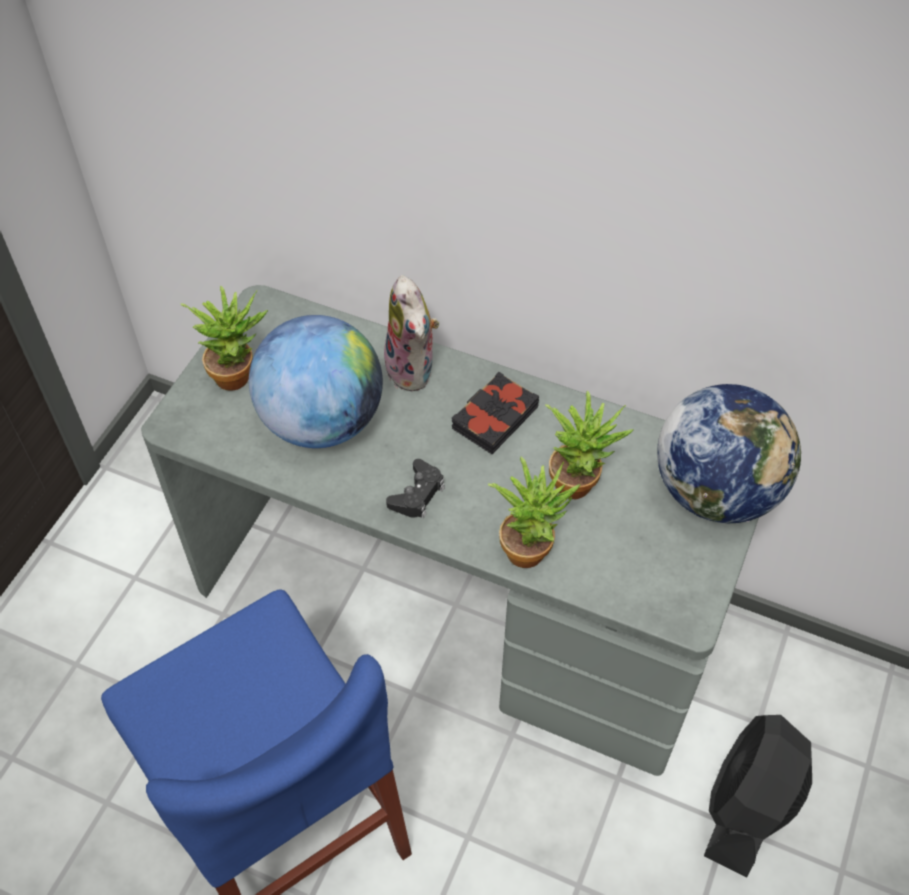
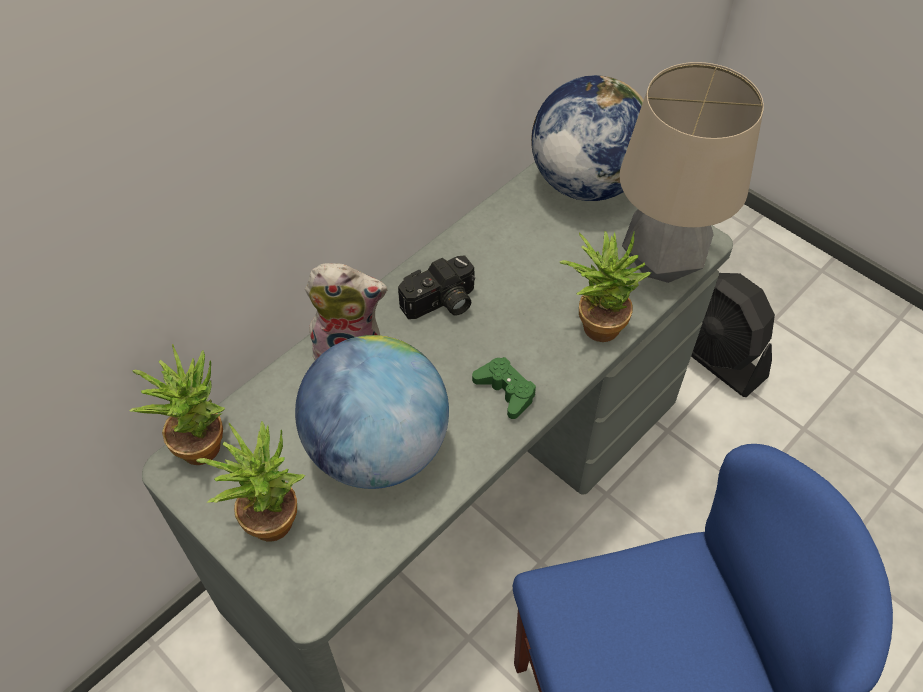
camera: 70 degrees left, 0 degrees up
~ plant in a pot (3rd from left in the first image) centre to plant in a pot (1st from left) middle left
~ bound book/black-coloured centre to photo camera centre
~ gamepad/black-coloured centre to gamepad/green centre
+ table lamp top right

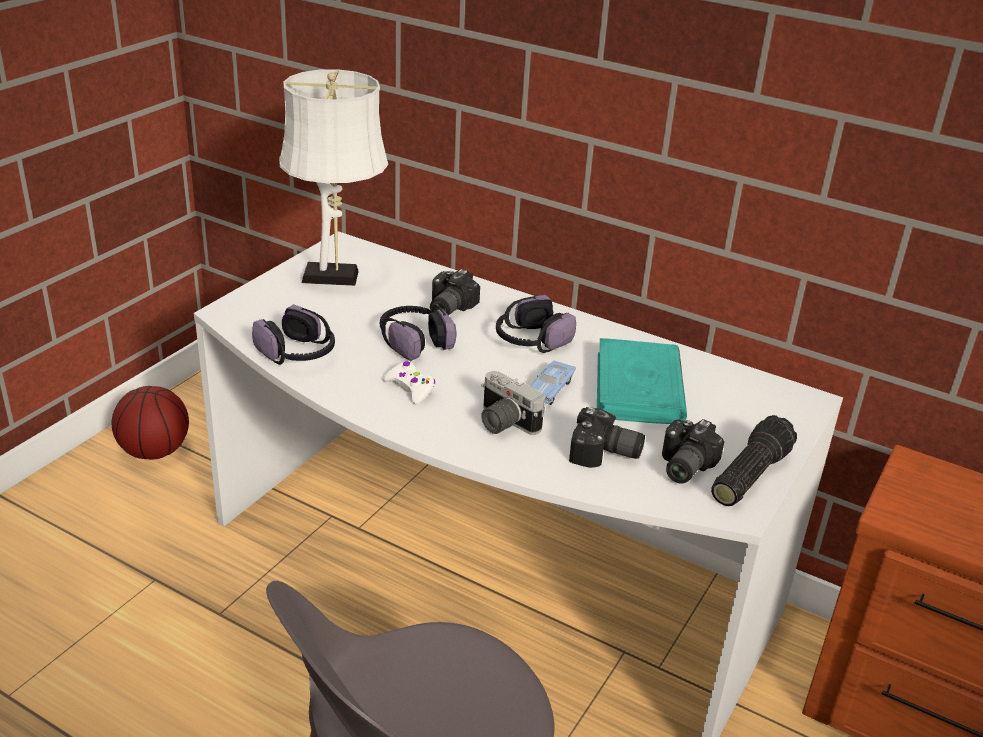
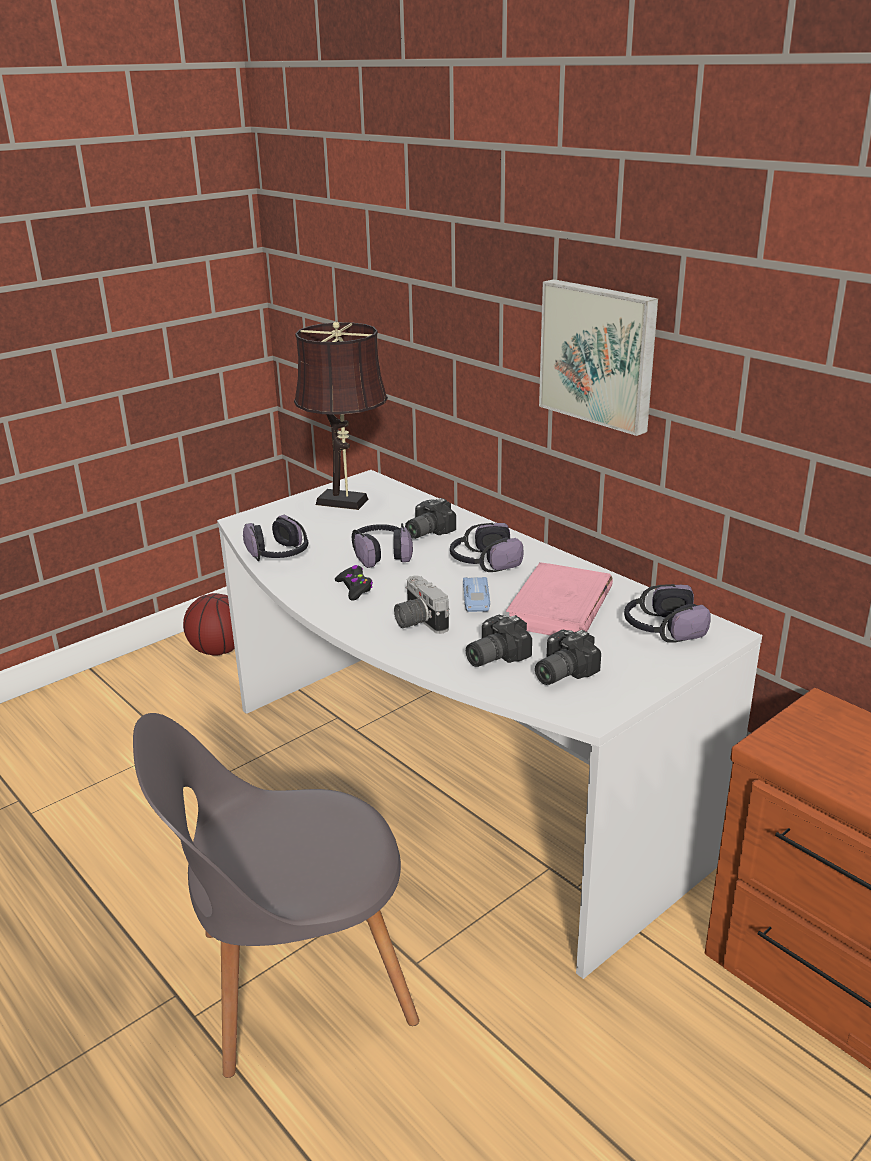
camera: 20 degrees right, 5 degrees down
~ table lamp/white top centre to table lamp/brownish centre
~ gamepad/white centre to gamepad/black-coloured centre
~ model car/blue centre = centre 135 degrees clockwise
~ photo camera (3rd from left) centre = centre 105 degrees clockwise
~ bound book/turquoise centre to bound book/pink-coloured centre
+ wall art top right
+ headphones (4th from left) middle right
- hand torch middle right

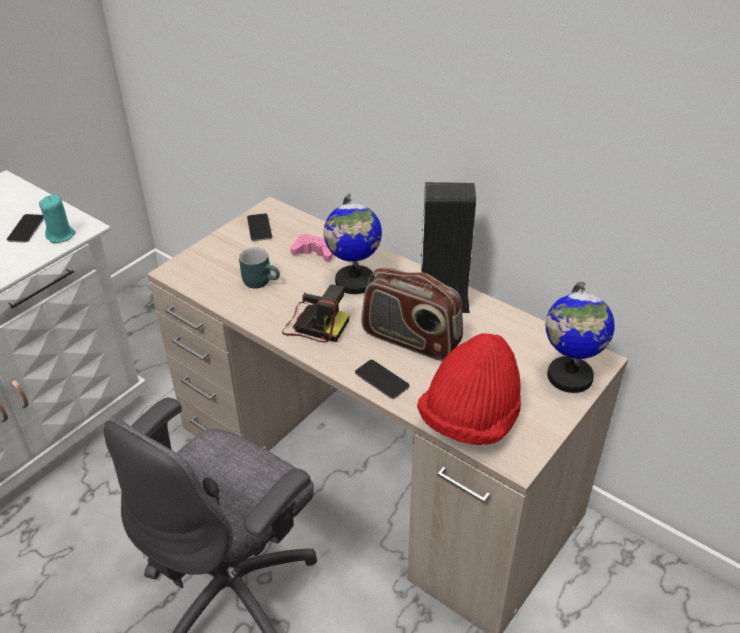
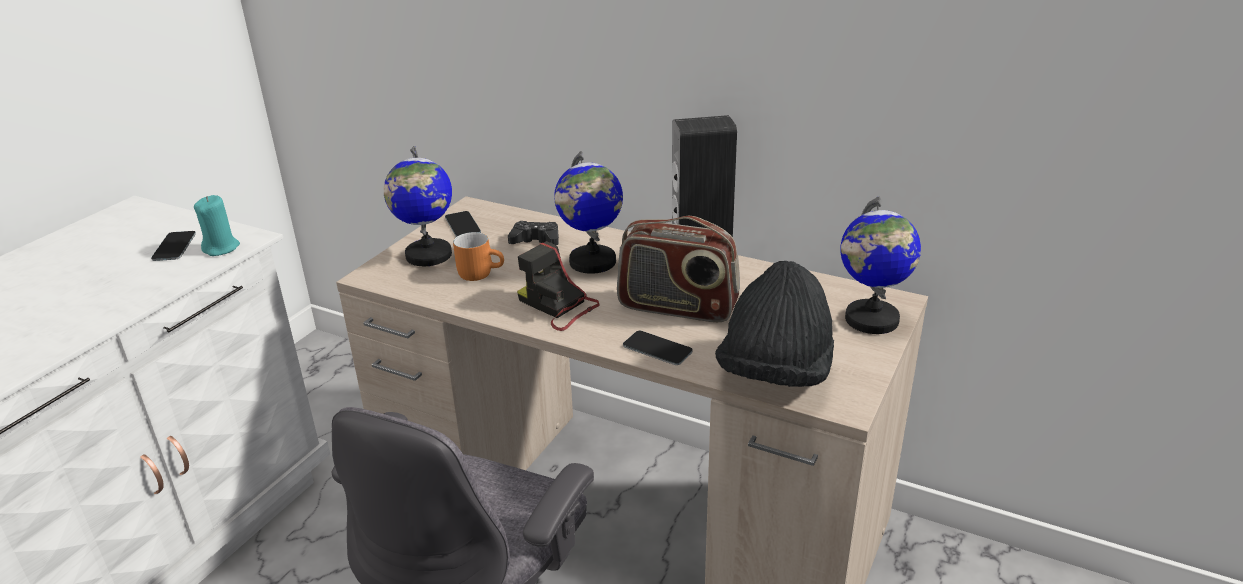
camera: 10 degrees left, 10 degrees down
+ desk globe (1st from left) centre
~ mug/turquoise centre to mug/orange-coloured centre
~ gamepad/pink-coloured centre to gamepad/black-coloured centre
~ photo camera centre = centre 150 degrees counterclockwise
~ wearable hat/red-coloured centre to wearable hat/black-coloured centre

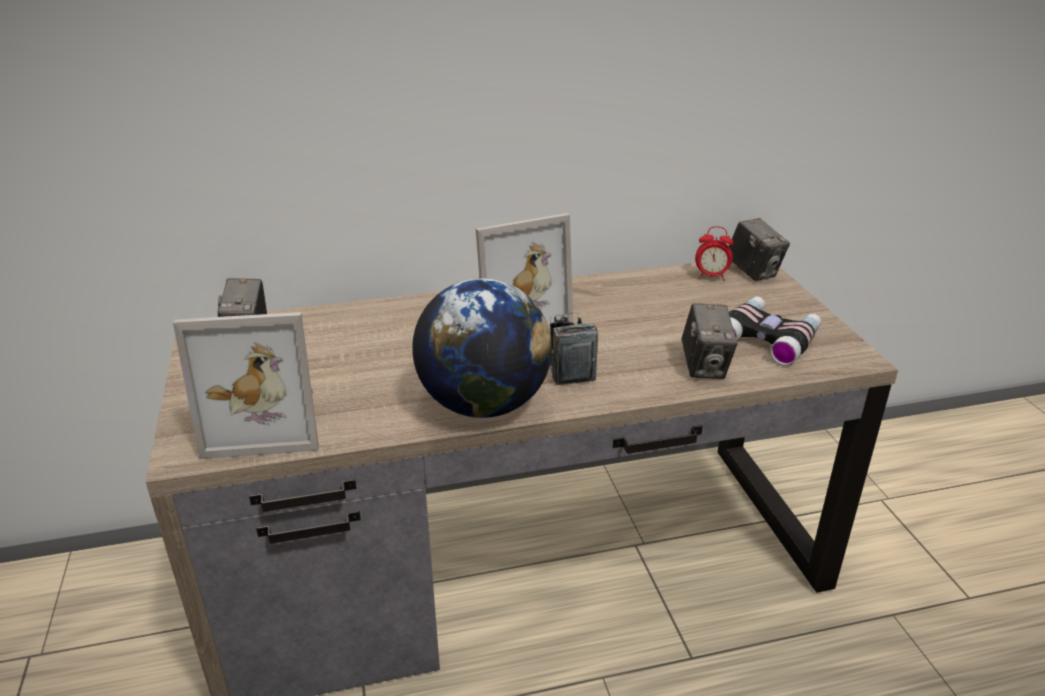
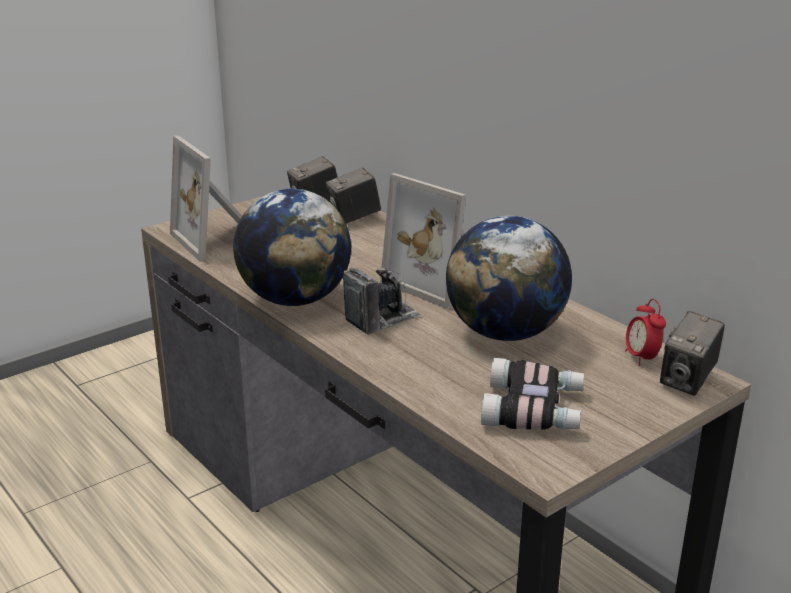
camera: 65 degrees right, 5 degrees down
~ photo camera (3rd from left in the first image) middle right to photo camera (2nd from left) top centre
+ desk globe (2nd from left) centre

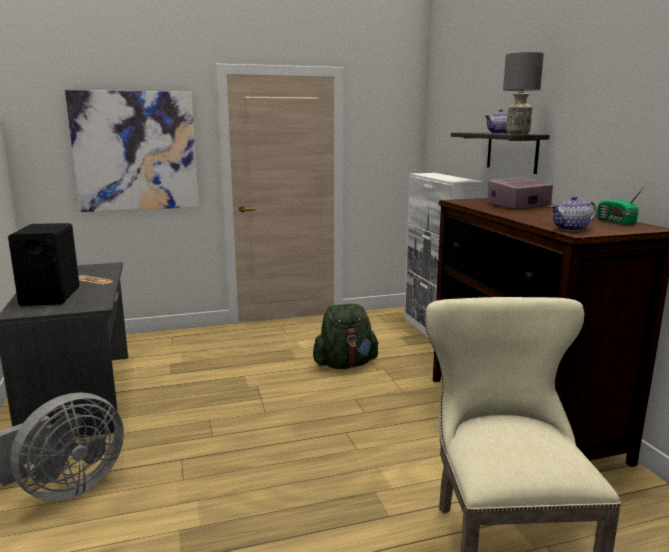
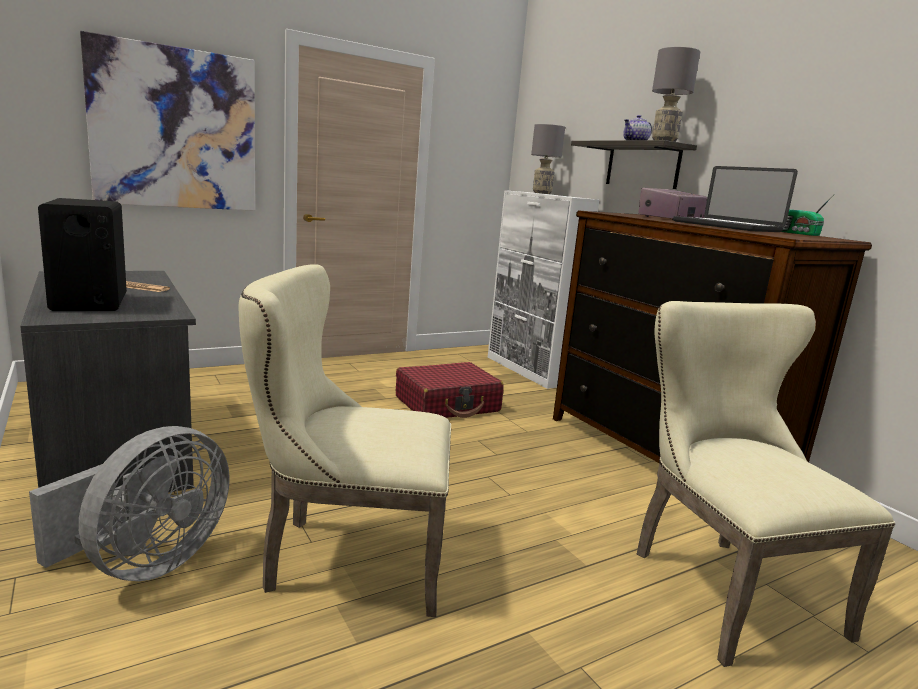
camera: 15 degrees left, 0 degrees up
+ plain chair/beige-coloured (1st from left) centre
~ backpack/green centre to piece of luggage/red-coloured centre
+ table lamp/greyish (1st from left) top centre
+ laptop top right
- teapot (2nd from left) middle right

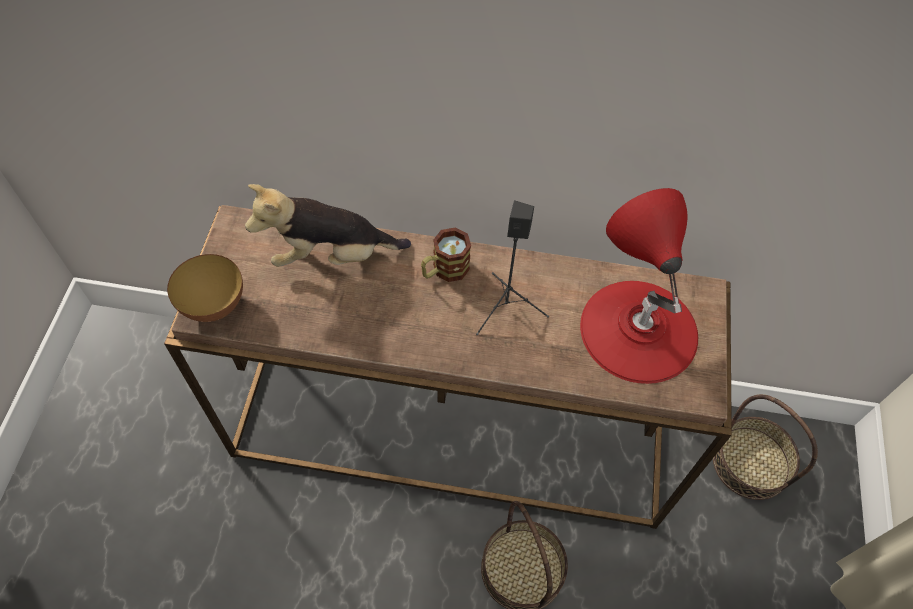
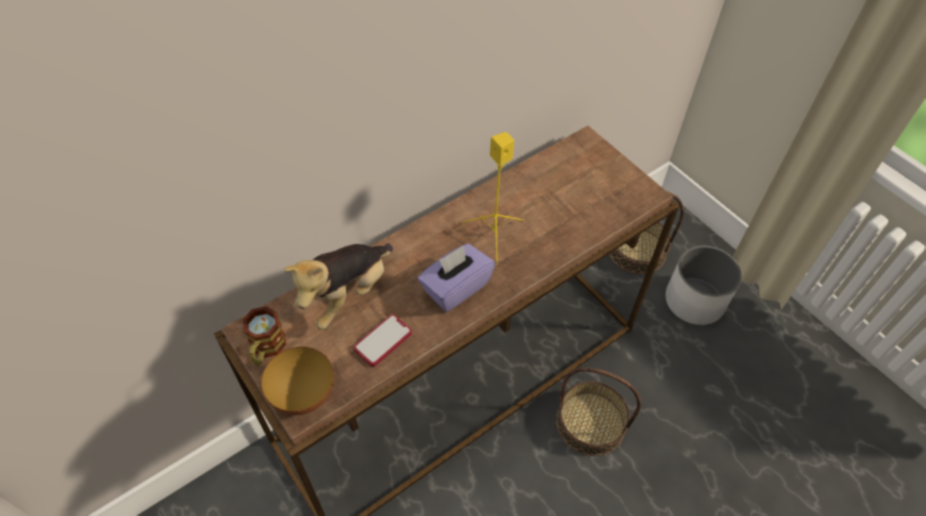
camera: 45 degrees left, 5 degrees down
~ mug centre to middle left
+ handset centre
+ tissue holder/purplish centre
~ loudspeaker/black-coloured centre to loudspeaker/yellow-coloured centre
+ flower pot/white middle right
- table lamp/red-coloured middle right

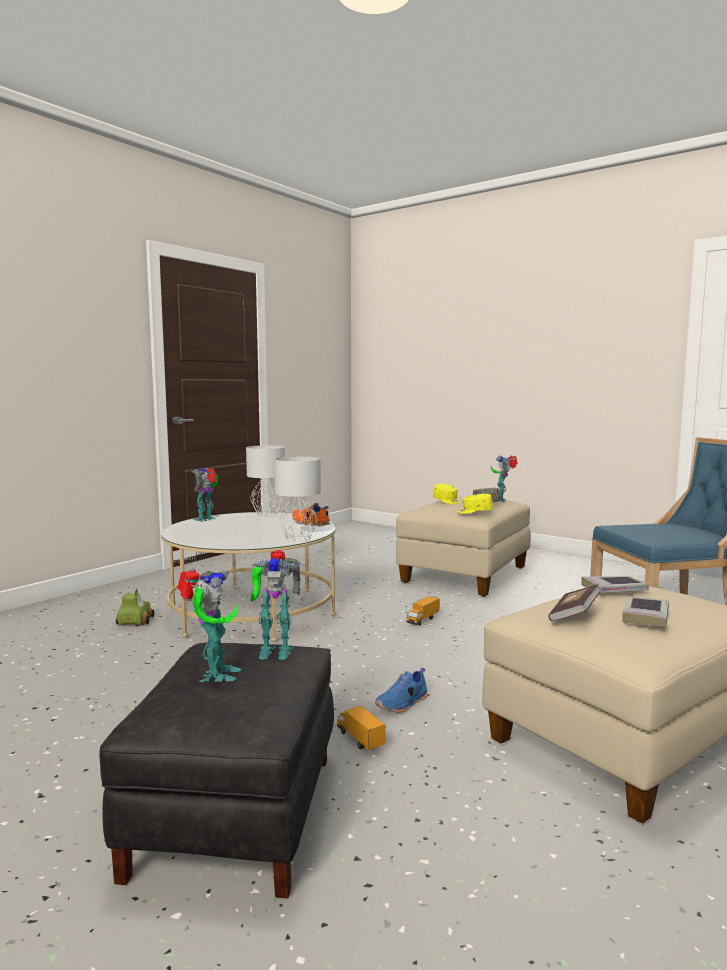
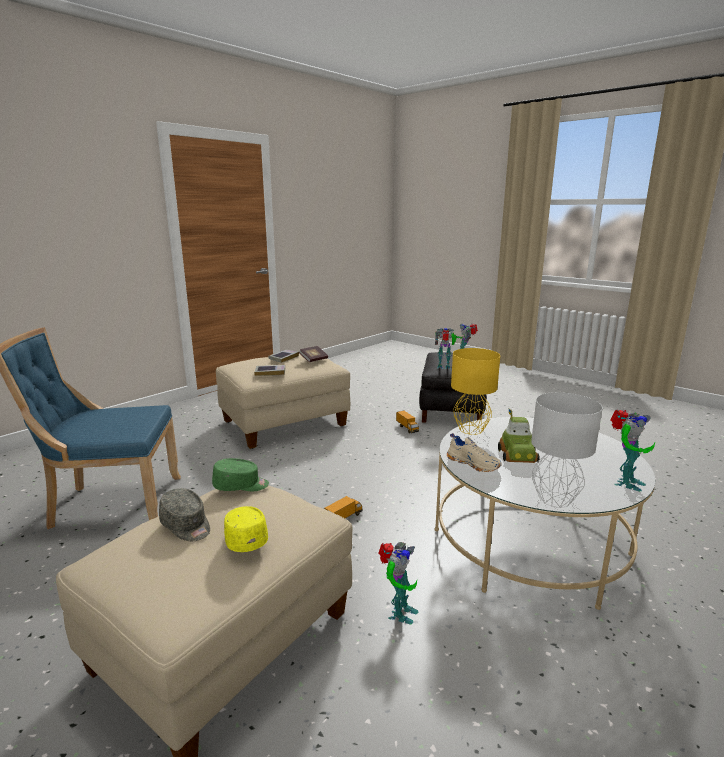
camera: 175 degrees left, 10 degrees up
~ peaked cap/yellow-coloured (2nd from left) centre to peaked cap/green middle left
~ robot figure (4th from left in the first image) middle right to robot figure (1st from left) bottom centre
~ low shoe/orange-coloured centre to low shoe/beige-coloured centre
~ table lamp/greyish (2nd from left) centre to table lamp/yellow-coloured centre
~ model car middle left to middle right
- low shoe/blue bottom centre

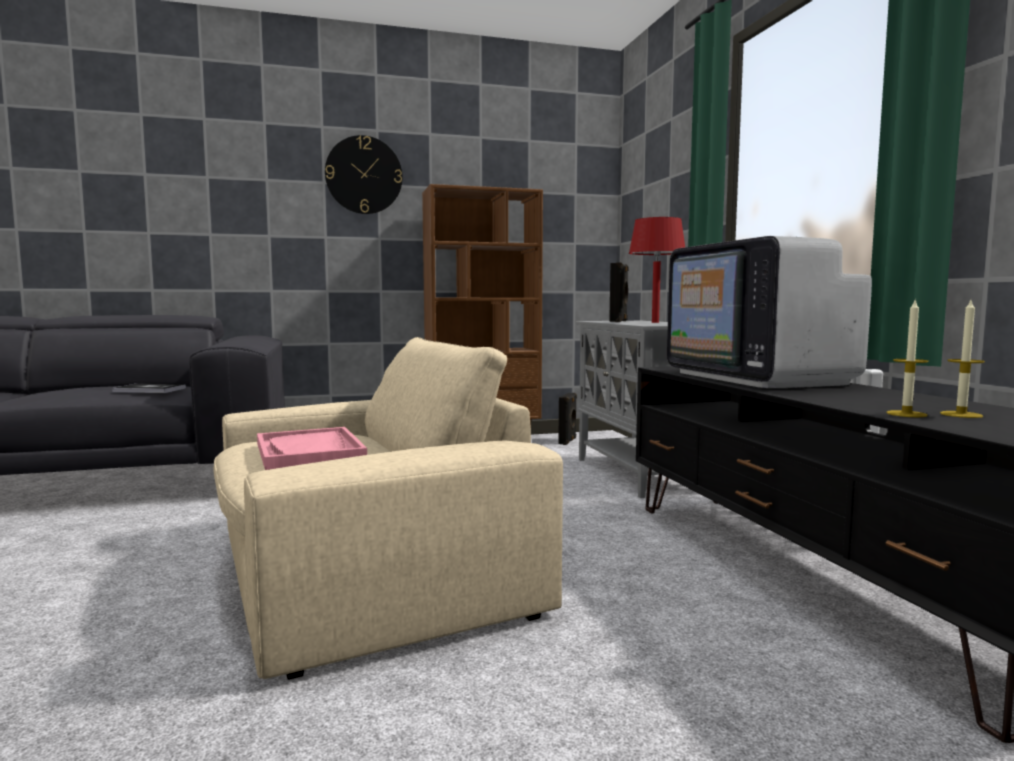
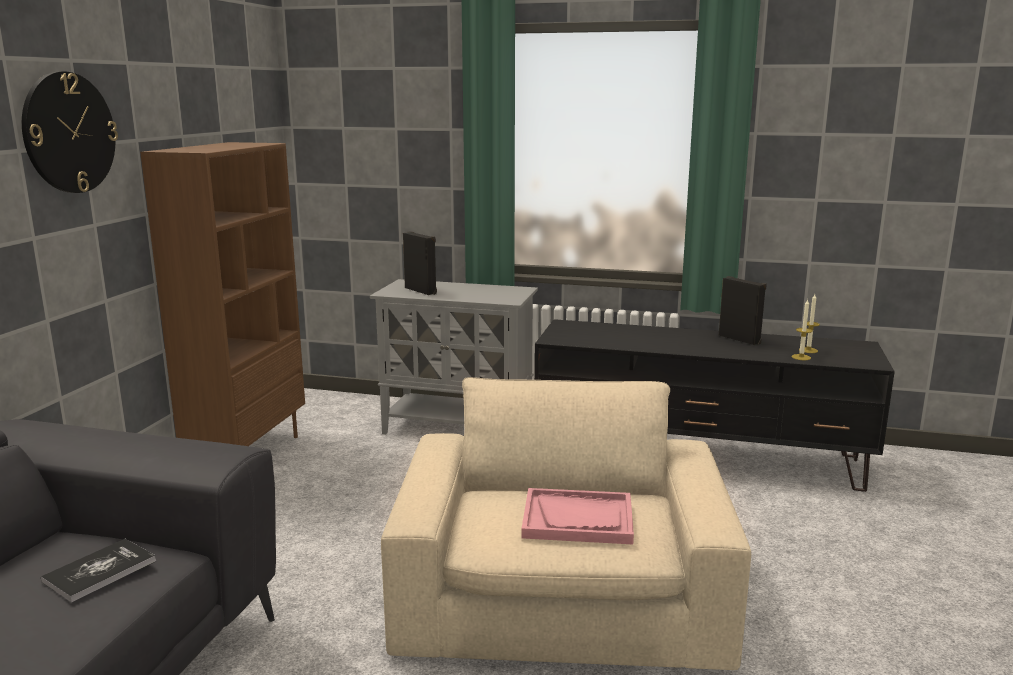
camera: 60 degrees left, 10 degrees up
~ loudspeaker/black-coloured (1st from left in the first image) centre to loudspeaker/black-coloured (2nd from left) middle right
- table lamp/red-coloured centre
- TV set middle right

